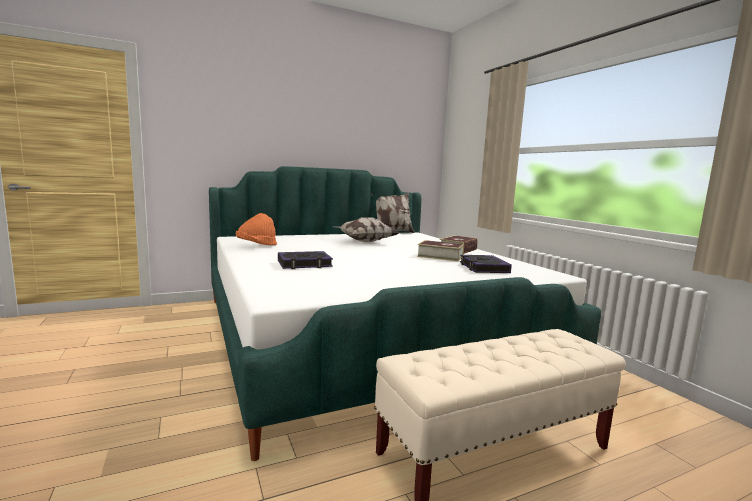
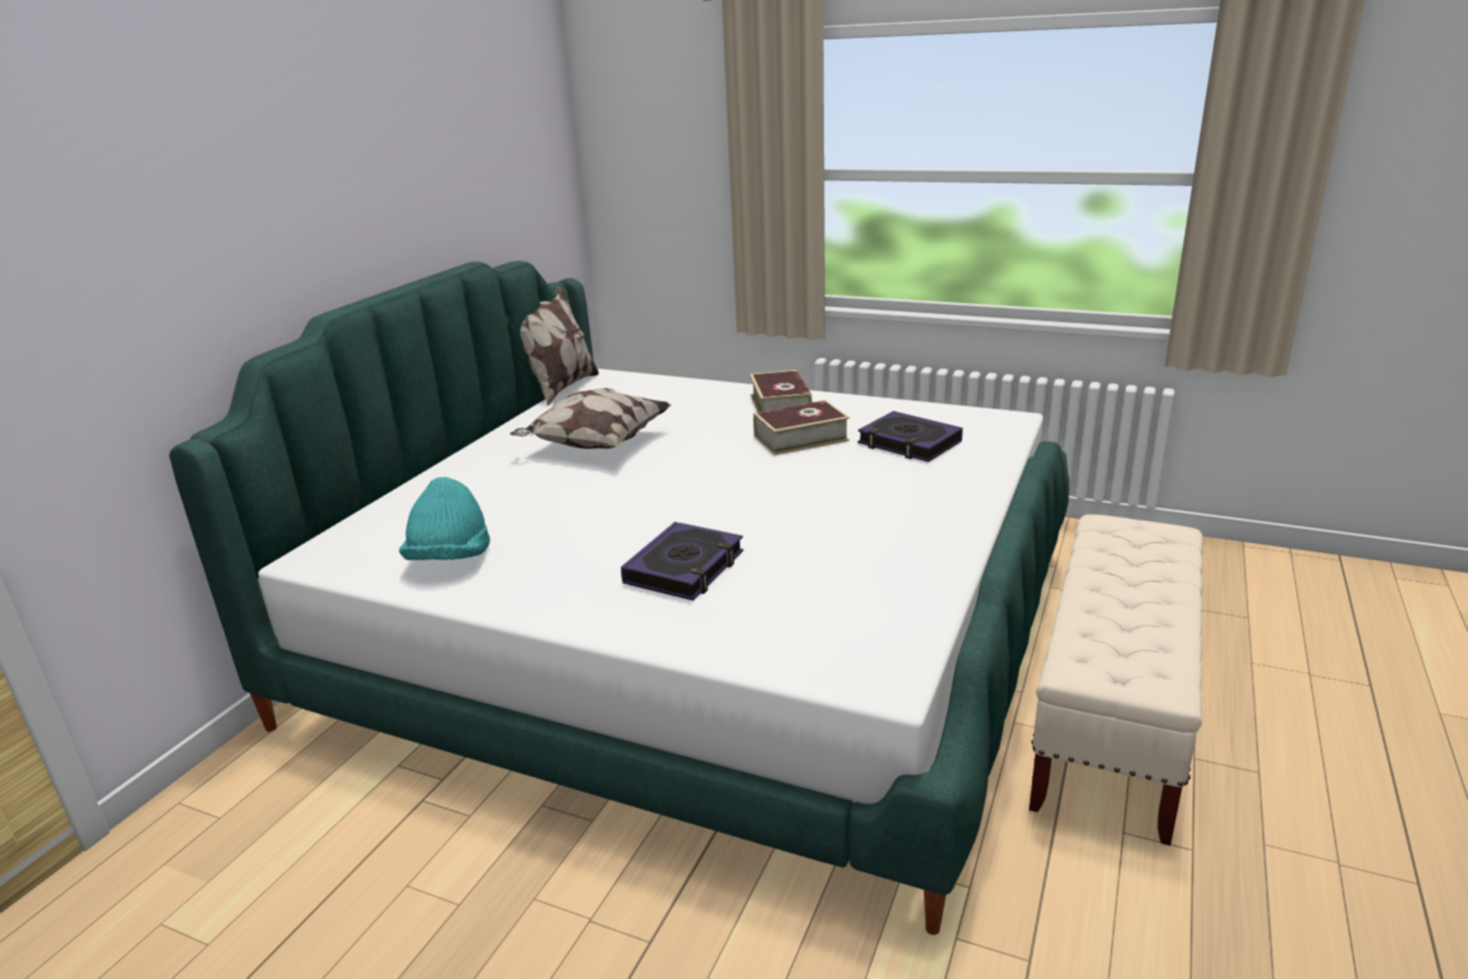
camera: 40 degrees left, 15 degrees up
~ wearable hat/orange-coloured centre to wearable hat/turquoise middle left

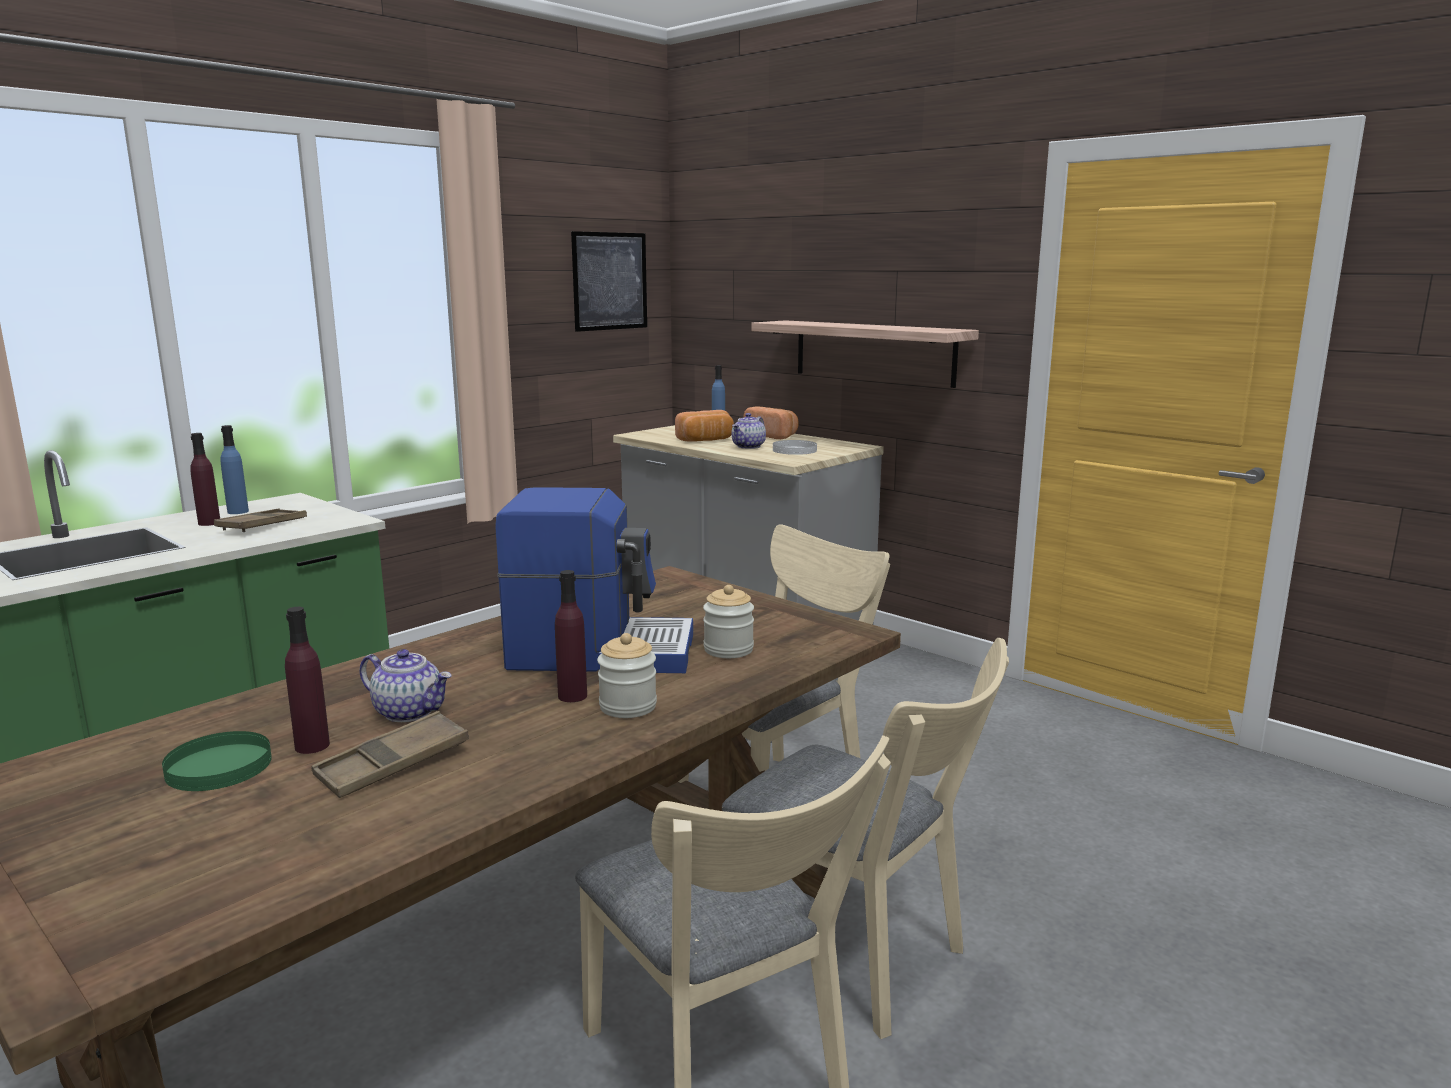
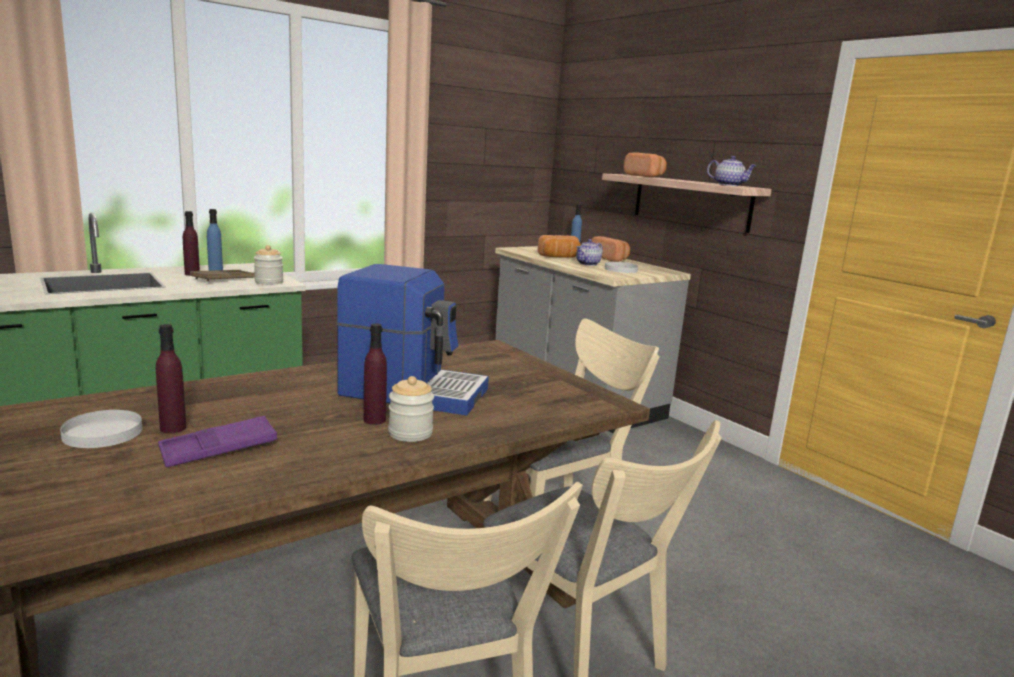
camera: 10 degrees right, 0 degrees up
~ flat dish/green bottom left to flat dish/white (1st from left) middle left
~ carrying tray/brownish (2nd from left) bottom left to carrying tray/purplish middle left
~ storage jar (2nd from left in the first image) centre to storage jar (1st from left) middle left
+ bakery bread (3rd from left) top centre
~ teapot (1st from left in the first image) middle left to teapot (2nd from left) top right
- wall art top centre

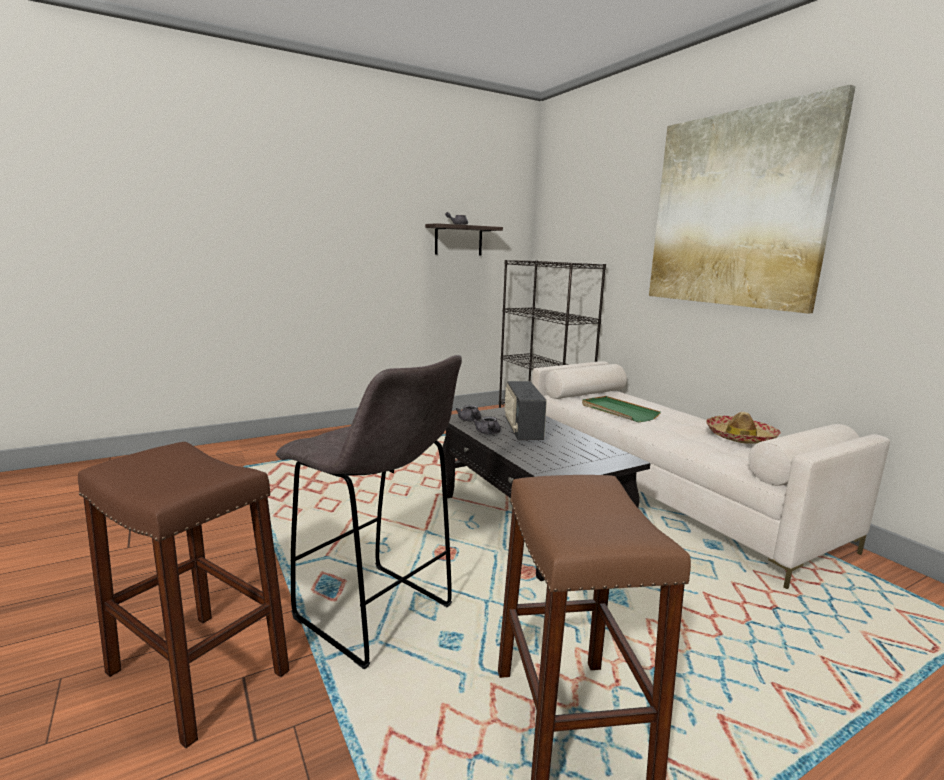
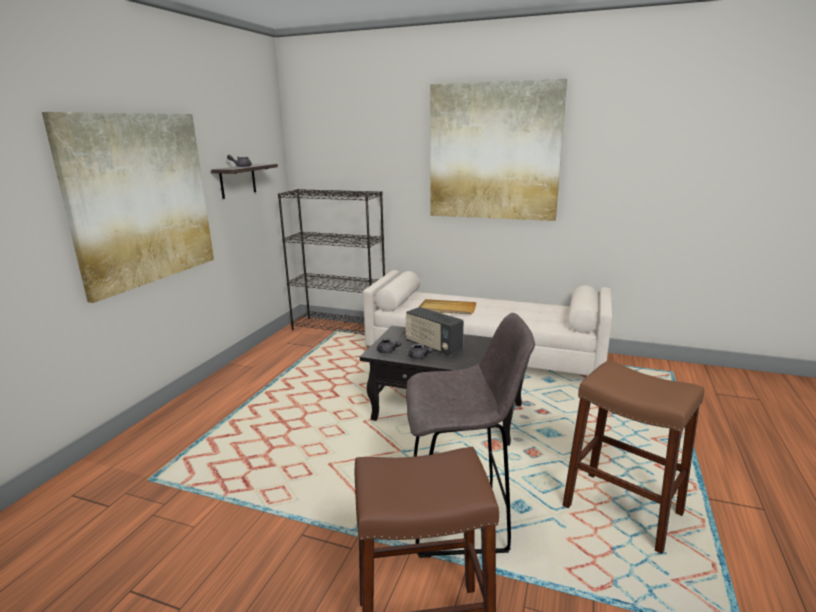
camera: 40 degrees left, 5 degrees up
+ wall art (1st from left) middle left
~ carrying tray/green centre to carrying tray/beige-coloured centre
- wearable hat middle right

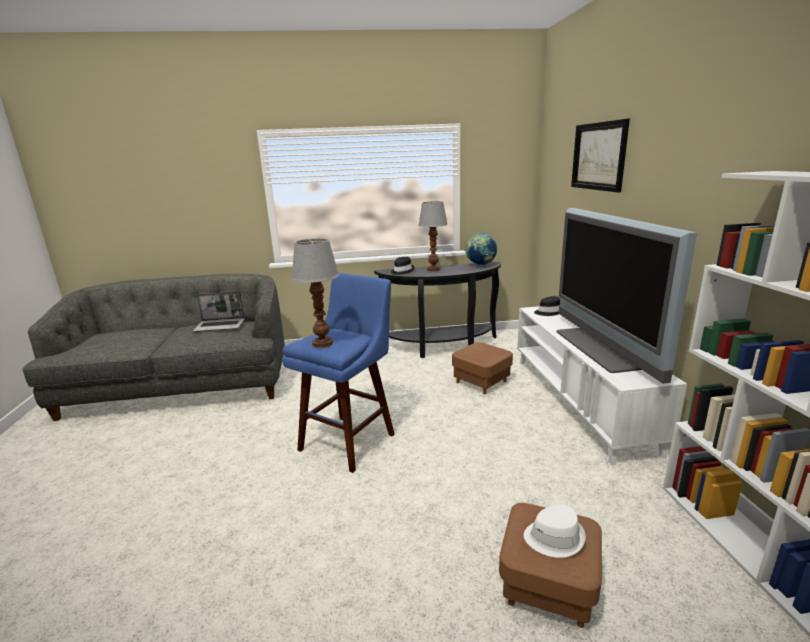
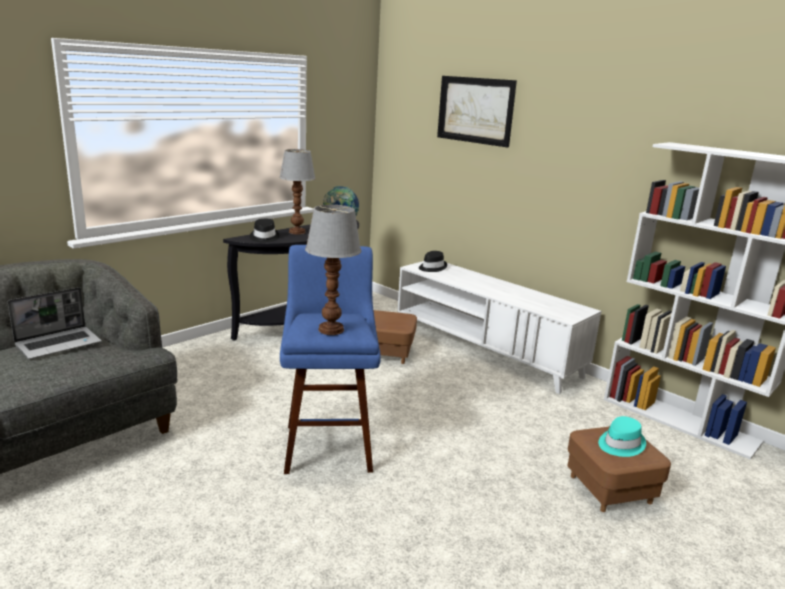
camera: 40 degrees left, 0 degrees up
~ wearable hat/white bottom right to wearable hat/turquoise bottom right
- TV set middle right

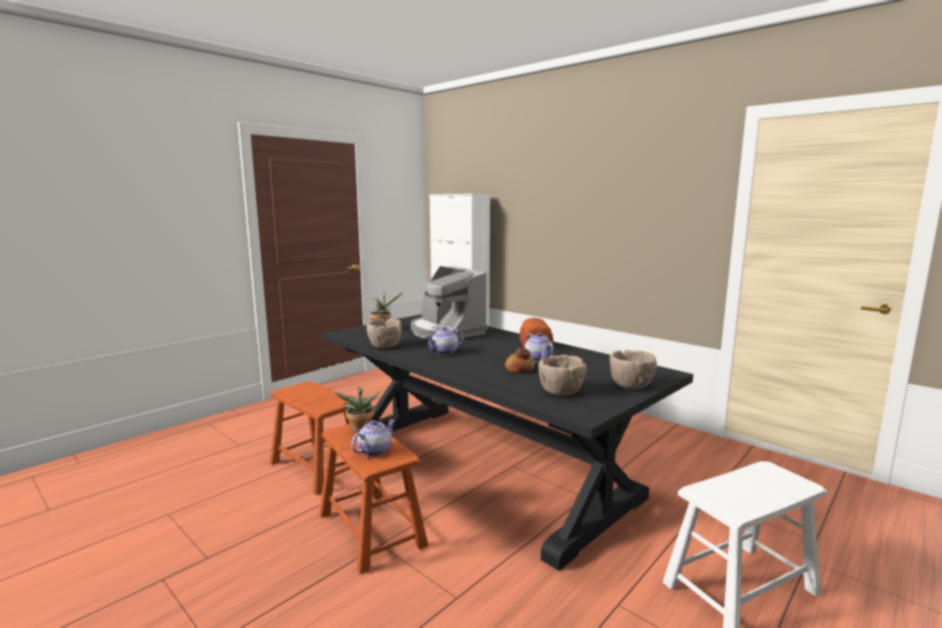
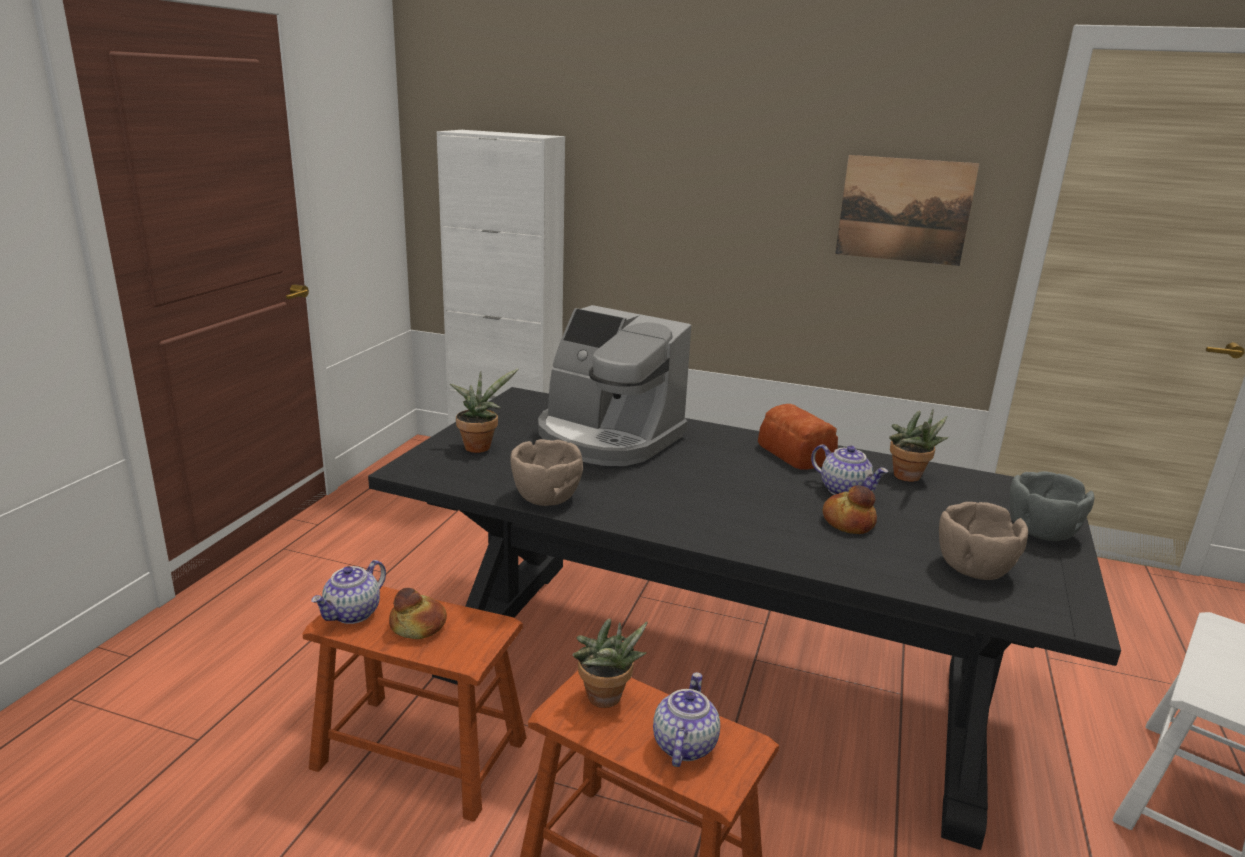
camera: 25 degrees left, 10 degrees up
~ teapot (2nd from left in the first image) centre to teapot (1st from left) bottom left
+ bakery bread (1st from left) bottom centre
+ wall art top right
+ plant in a pot (3rd from left) middle right
~ serving bowl/brownish (3rd from left) middle right to serving bowl/greyish middle right

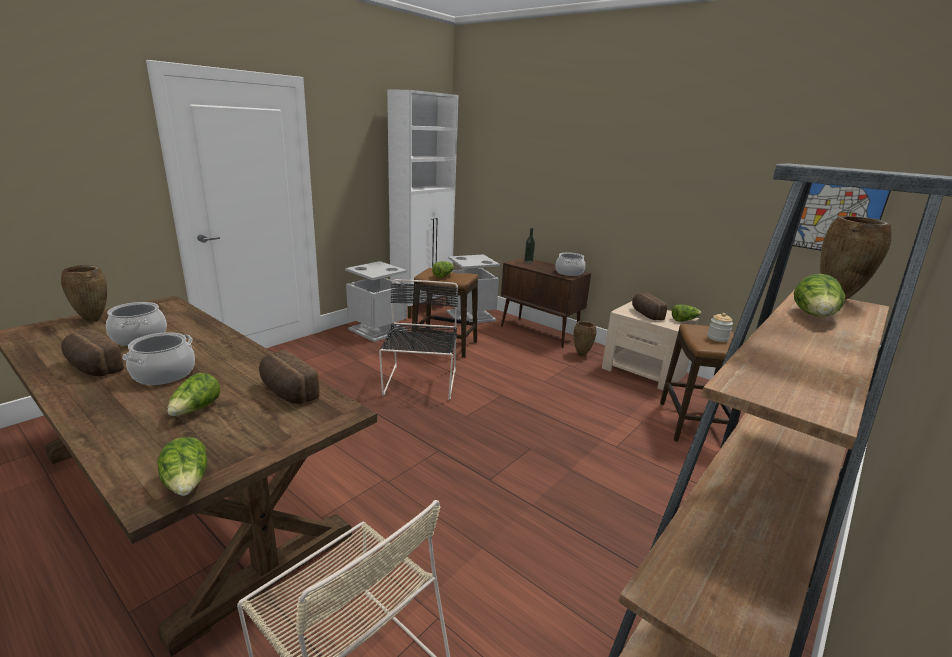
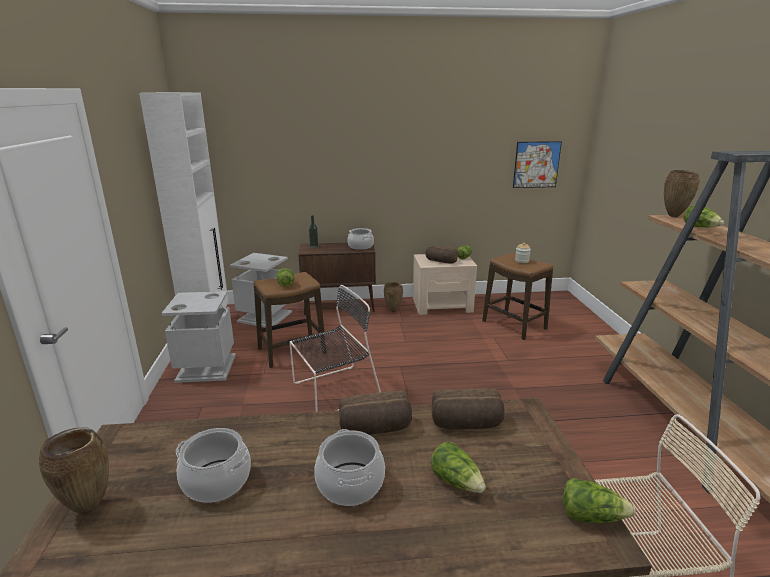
camera: 45 degrees left, 0 degrees up
~ plain chair/black-coloured centre = centre 105 degrees clockwise
~ bakery bread (1st from left) middle left to bottom centre

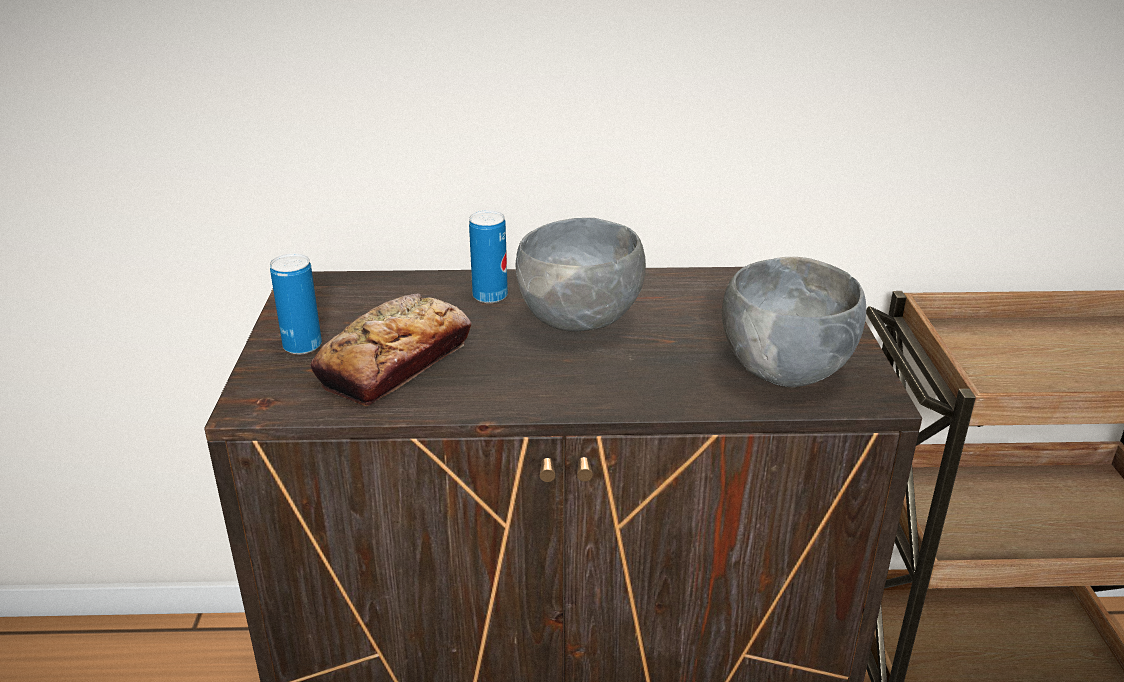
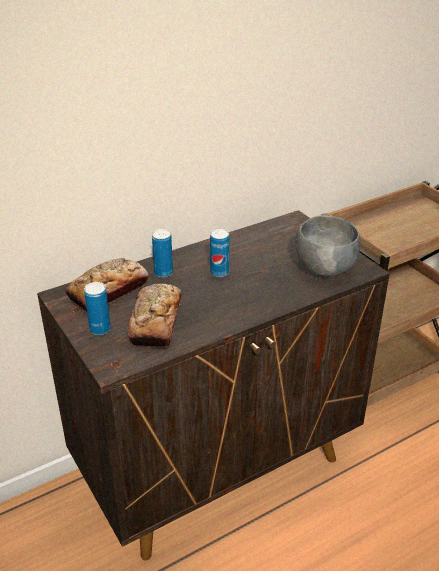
camera: 30 degrees left, 5 degrees up
+ bakery bread (1st from left) middle left
~ serving bowl/greyish (1st from left) centre to metal can (3rd from left) centre

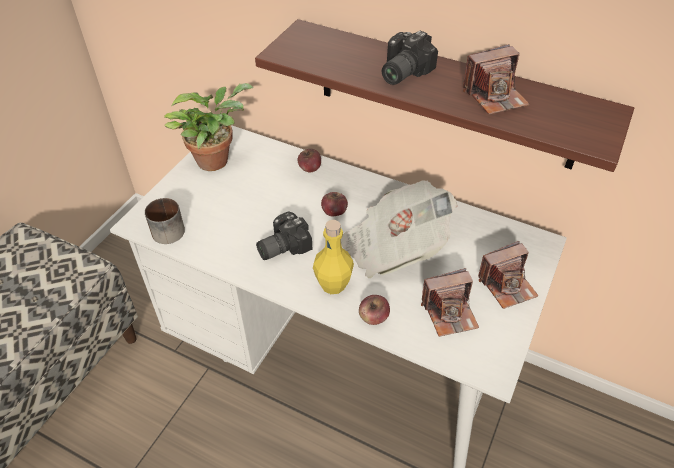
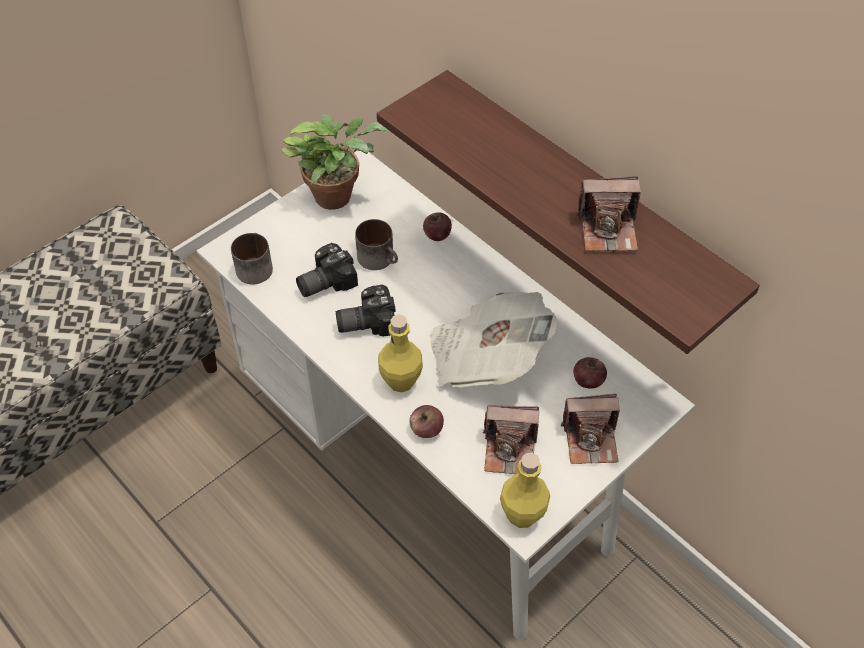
camera: 20 degrees right, 5 degrees up
~ photo camera (2nd from left in the first image) top centre to photo camera (1st from left) centre
+ mug (2nd from left) centre
+ drink bottle/yellow-coloured (2nd from left) bottom centre
~ whole apple (2nd from left in the first image) centre to whole apple (3rd from left) middle right

